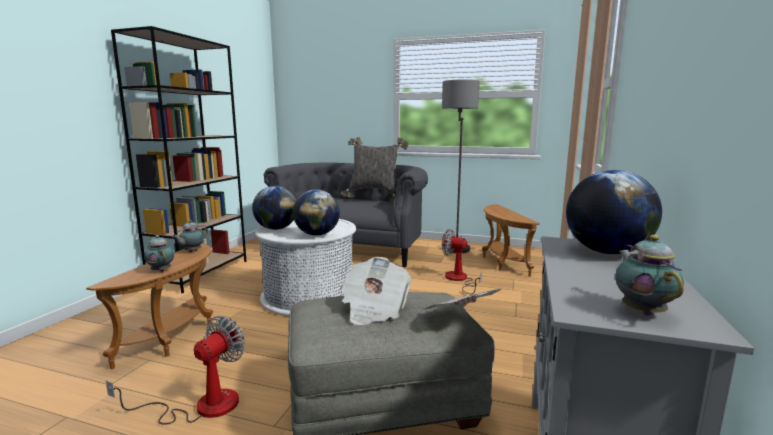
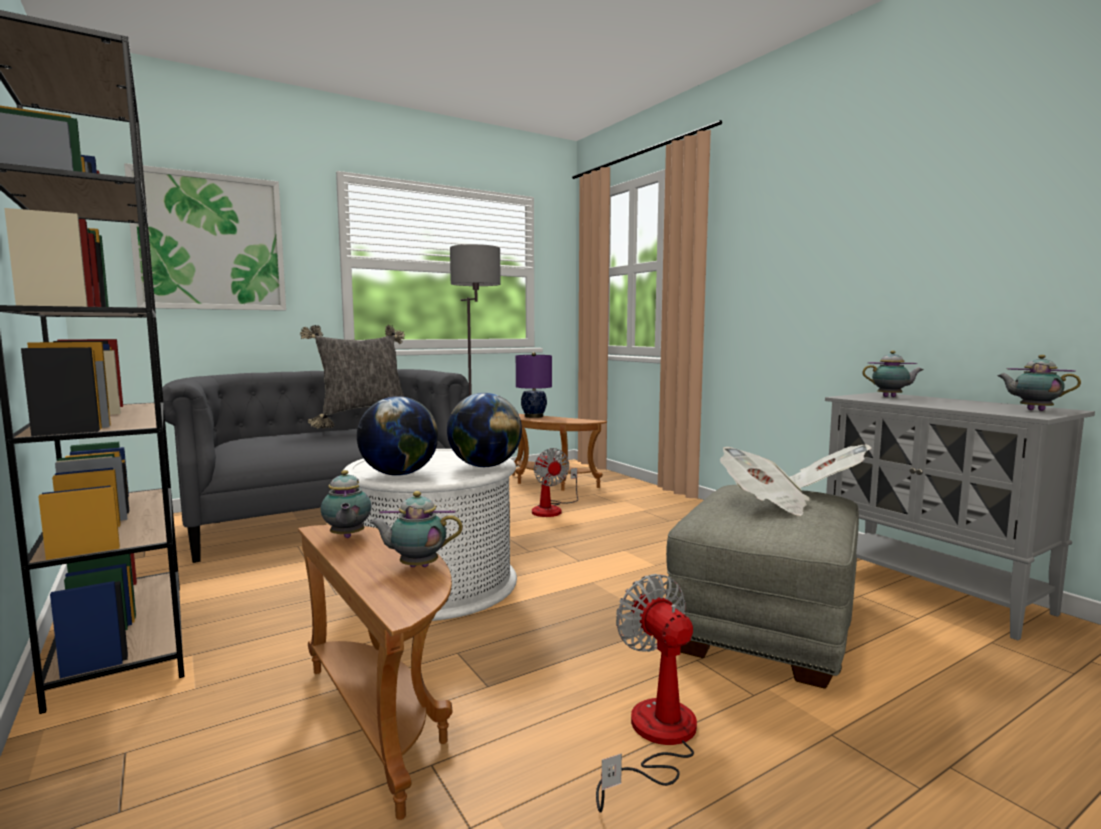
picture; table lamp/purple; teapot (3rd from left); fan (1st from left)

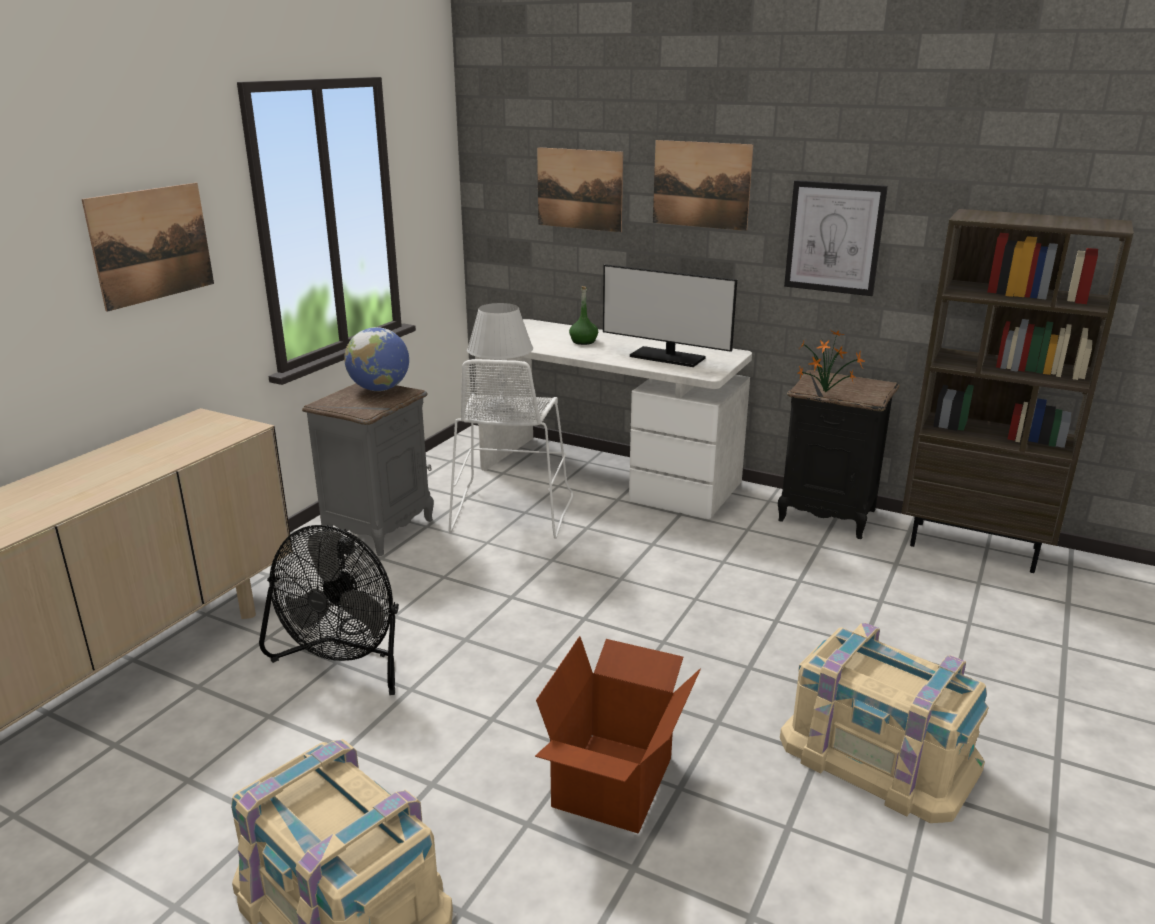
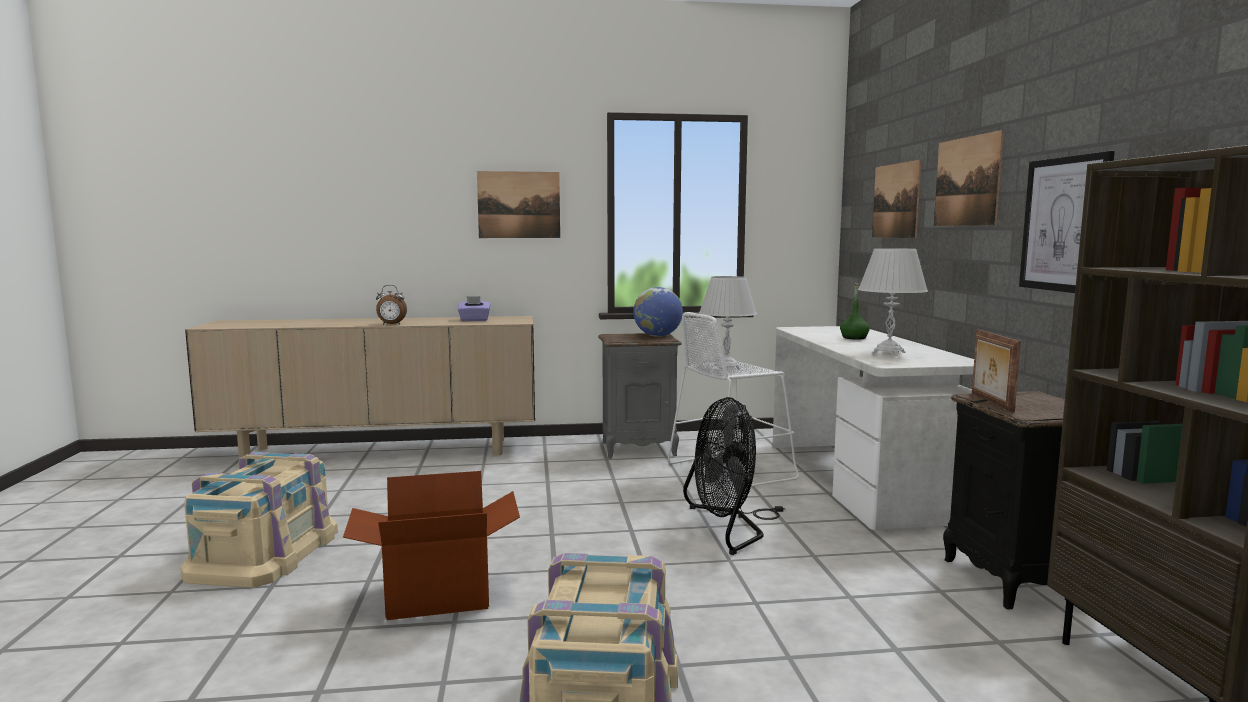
alarm clock; tissue box/purple; fan/black; table lamp/white (2nd from left); picture frame

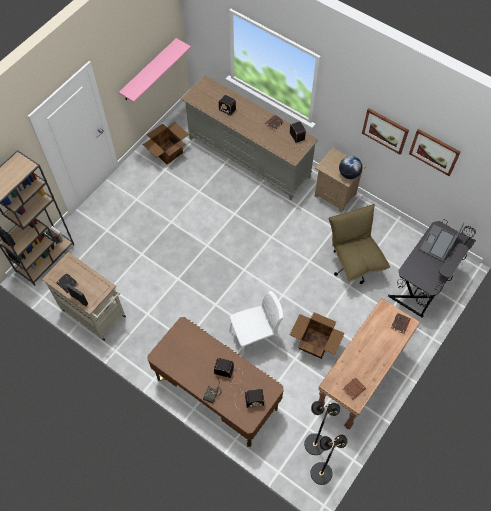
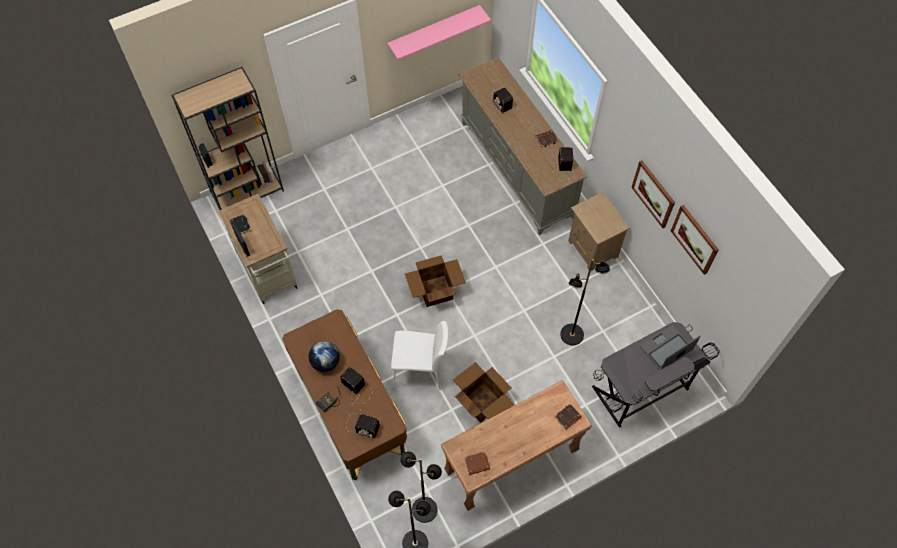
cardboard box (1st from left); globe; floor lamp/black (3rd from left)

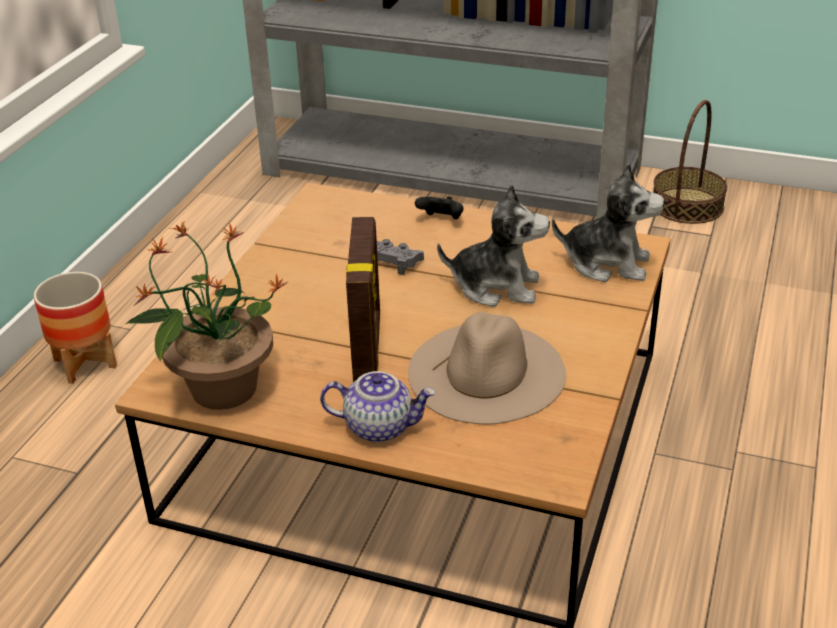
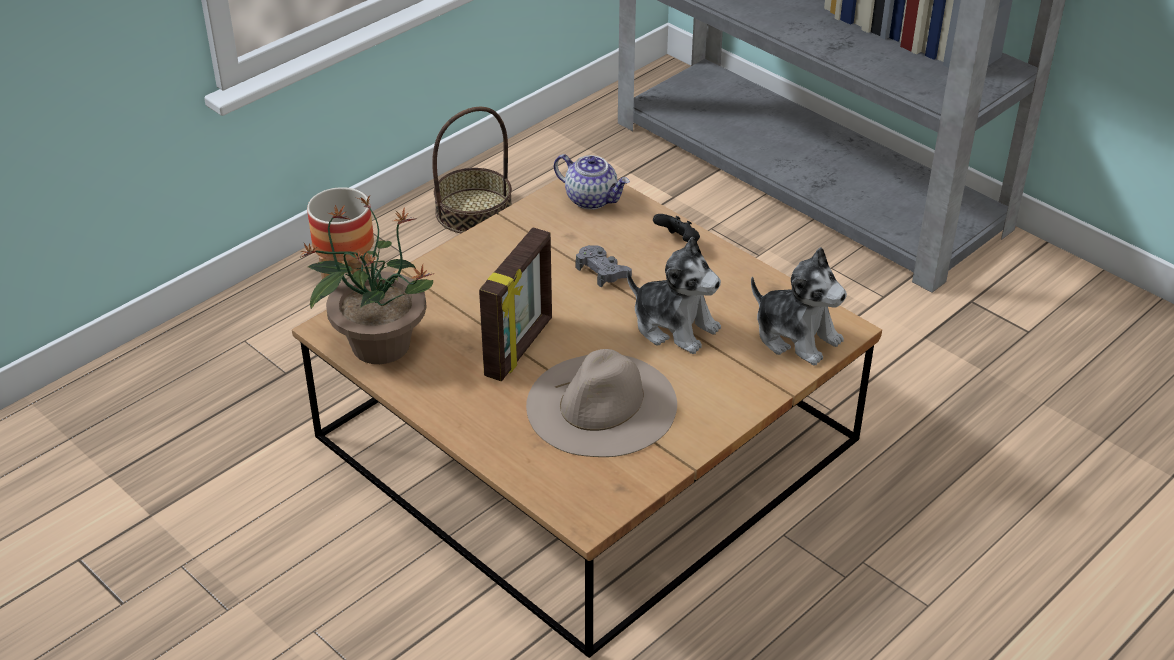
teapot; basket

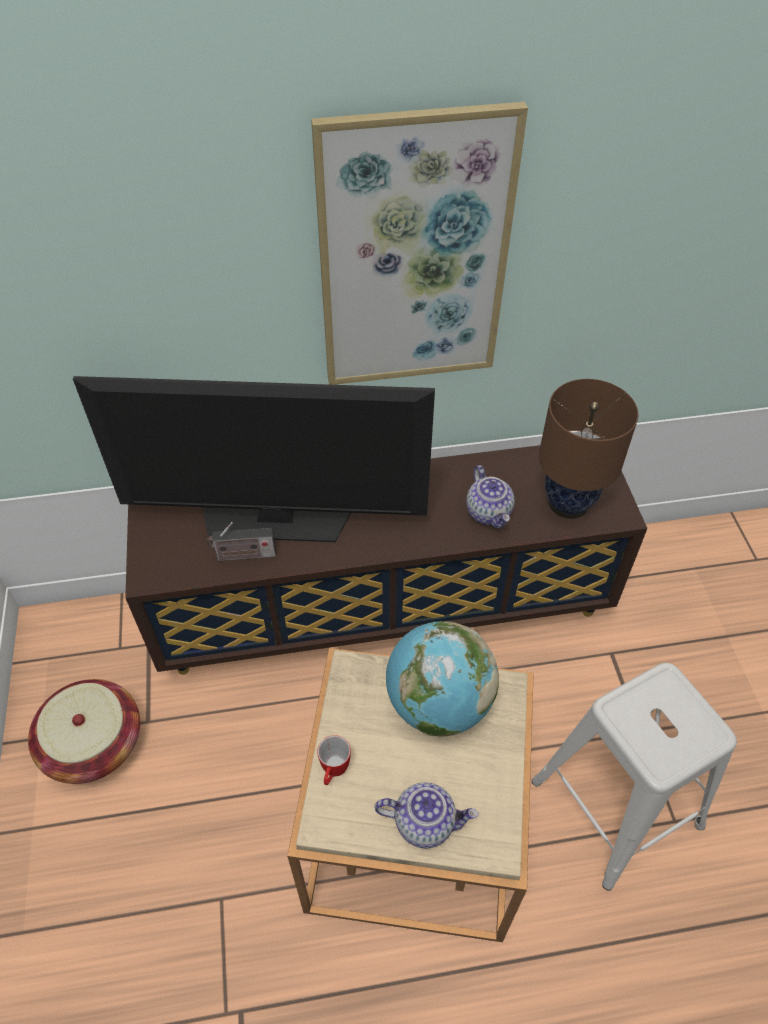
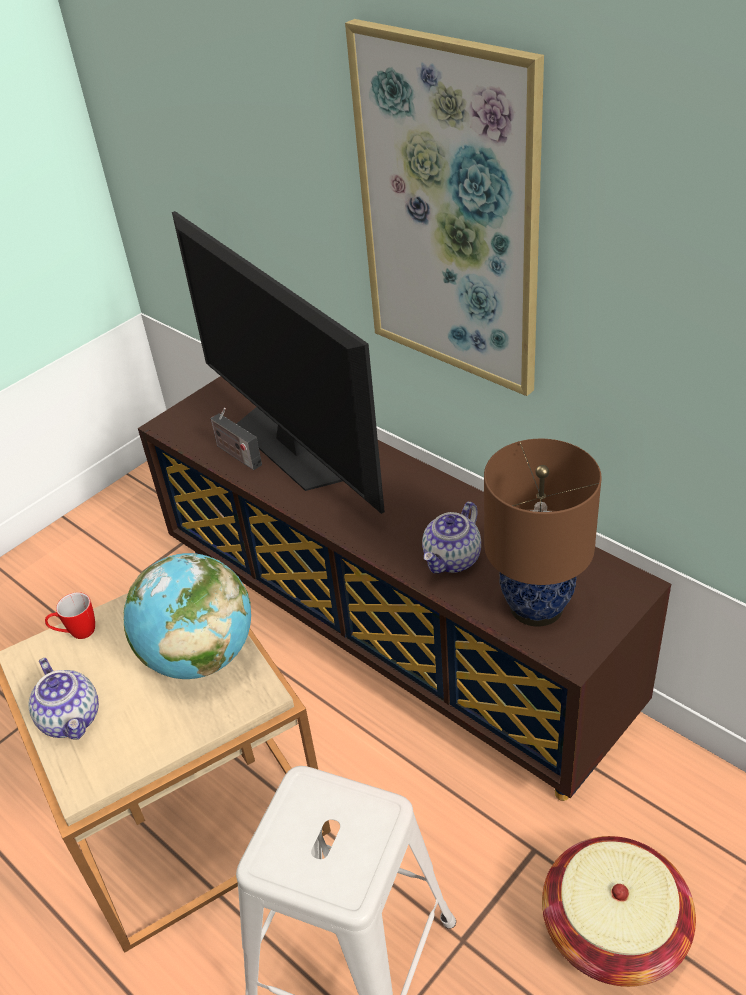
basket

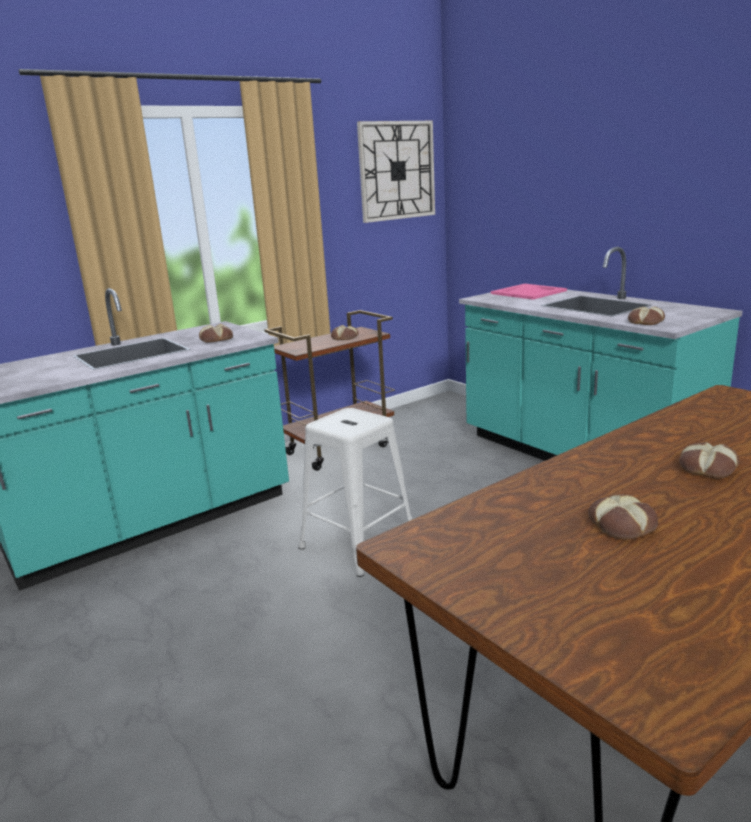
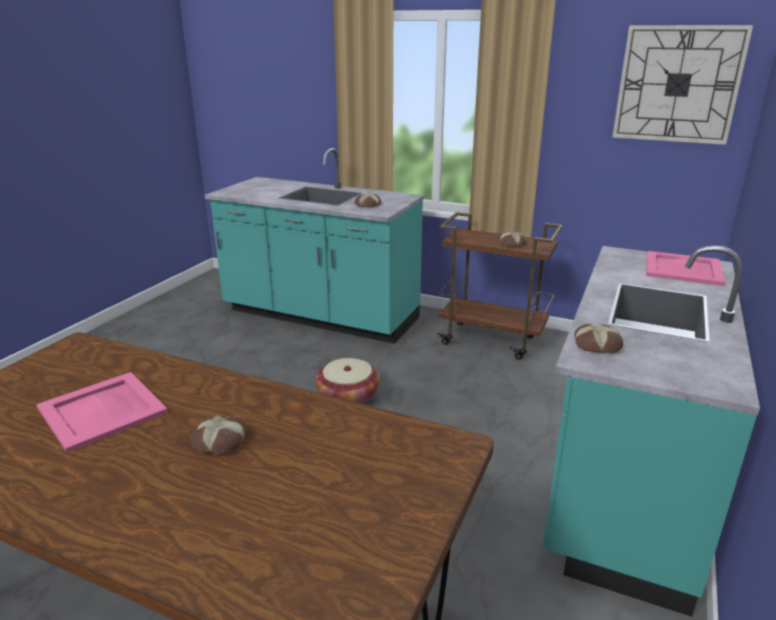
basket; tray/pink (1st from left)

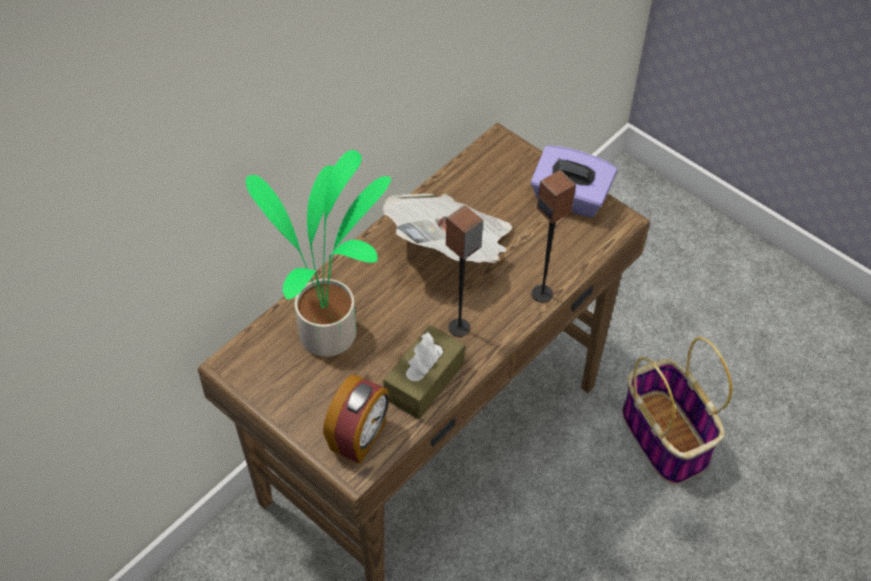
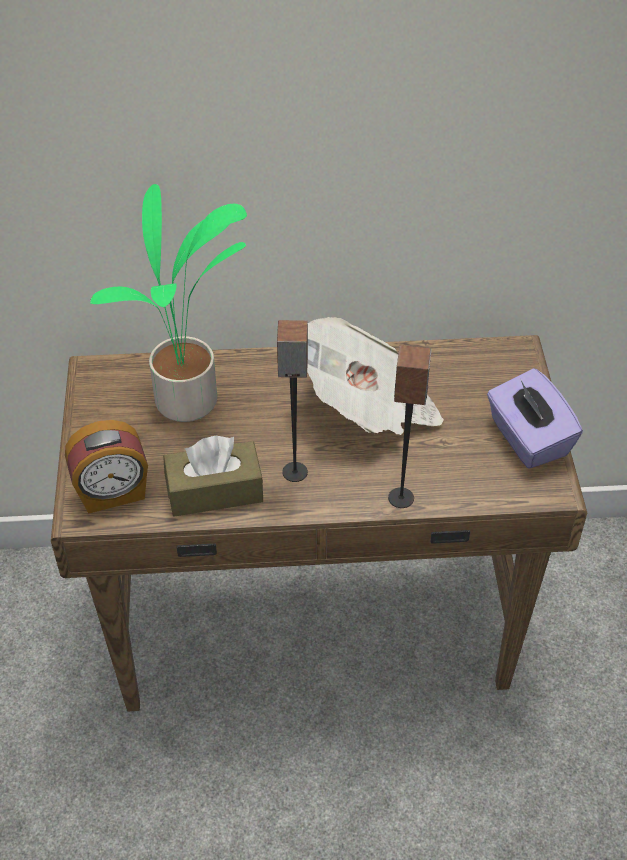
basket

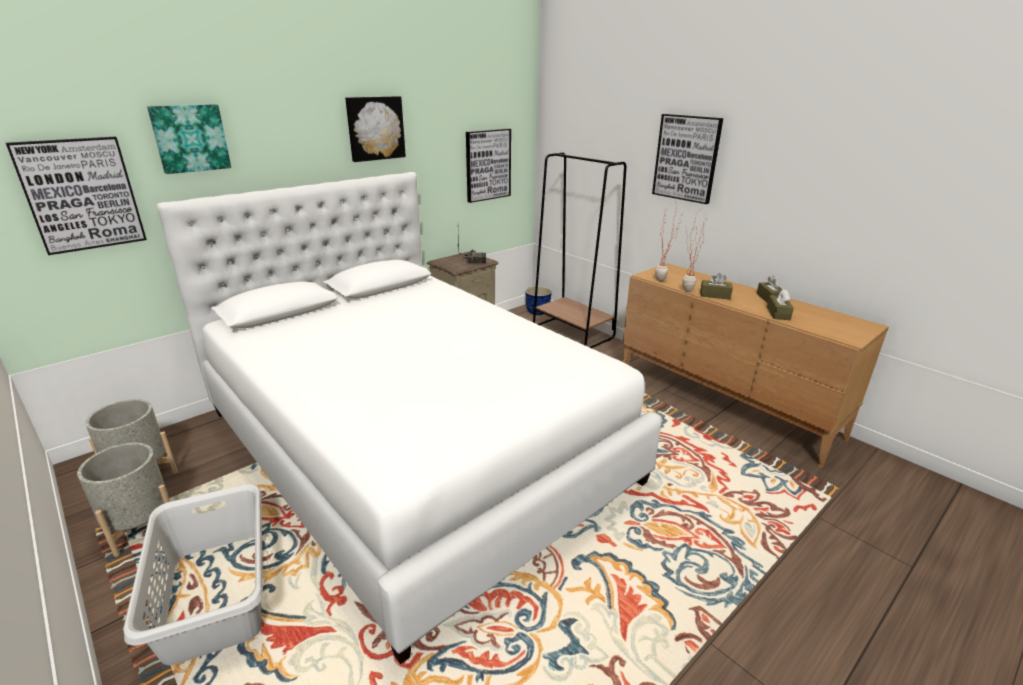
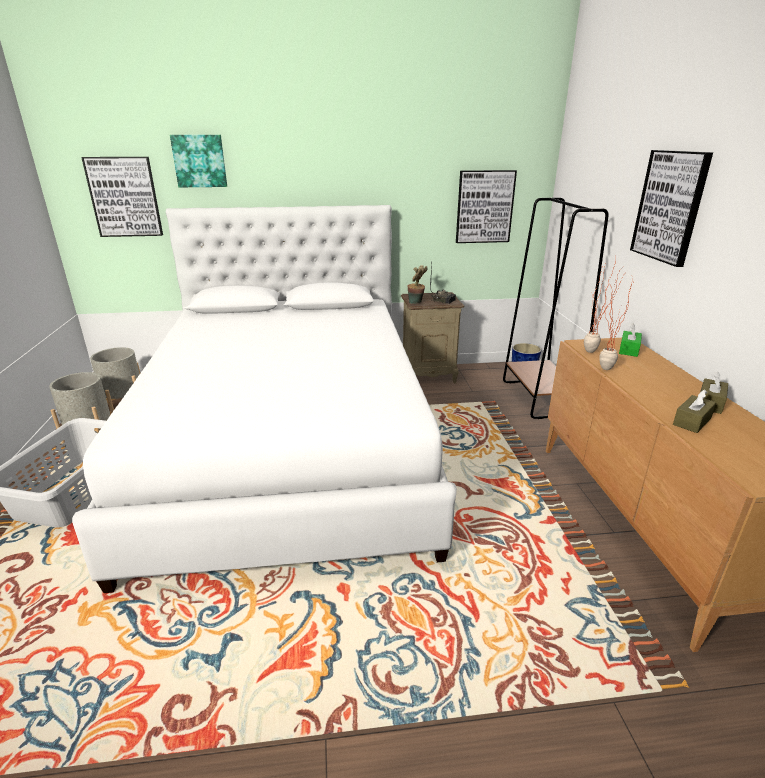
picture (3rd from left in the first image); tissue box/brown (1st from left in the first image); potted plant (1st from left); tissue box/green

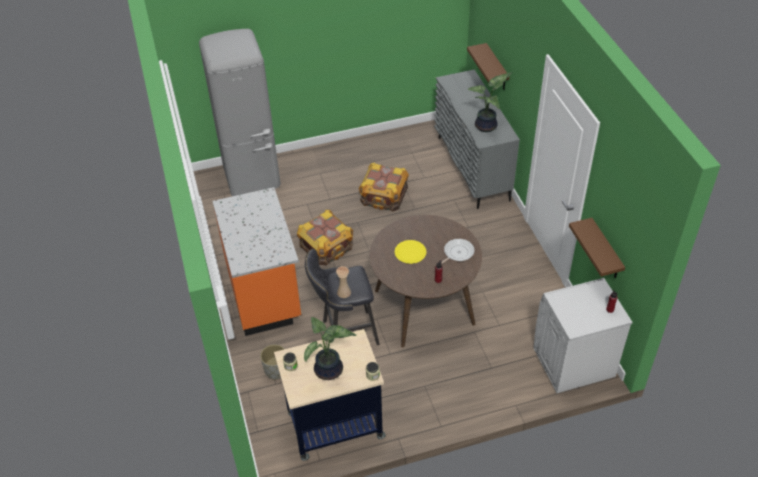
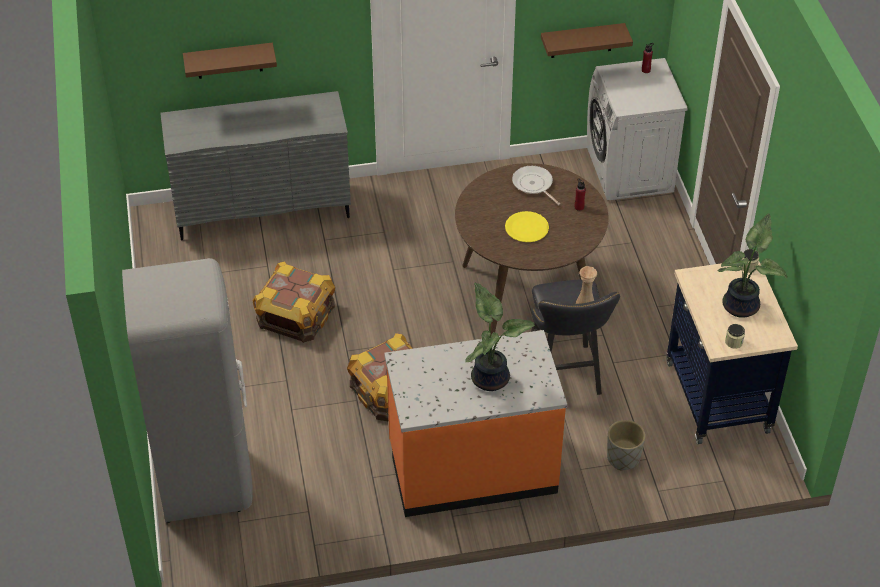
potted plant (1st from left)

